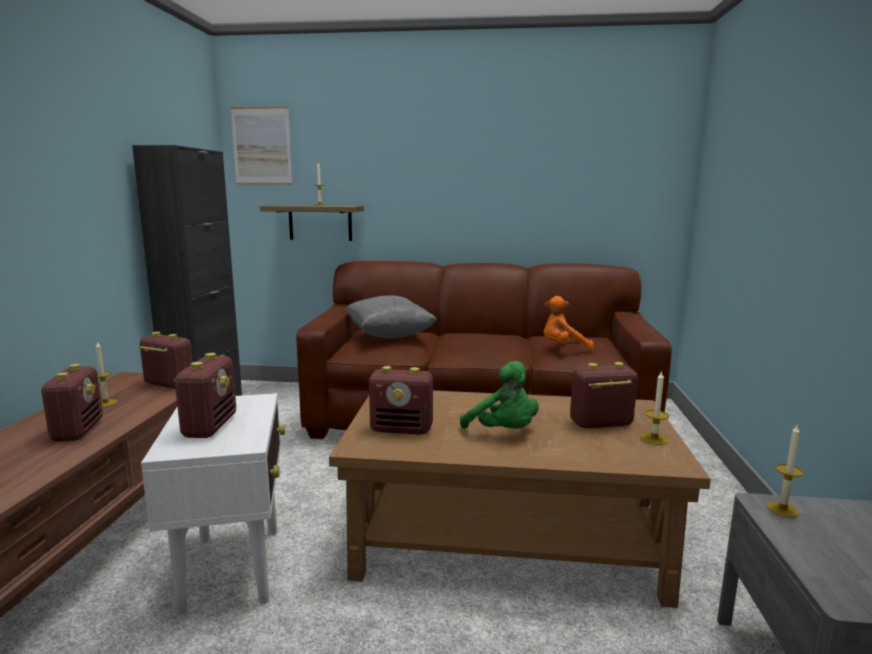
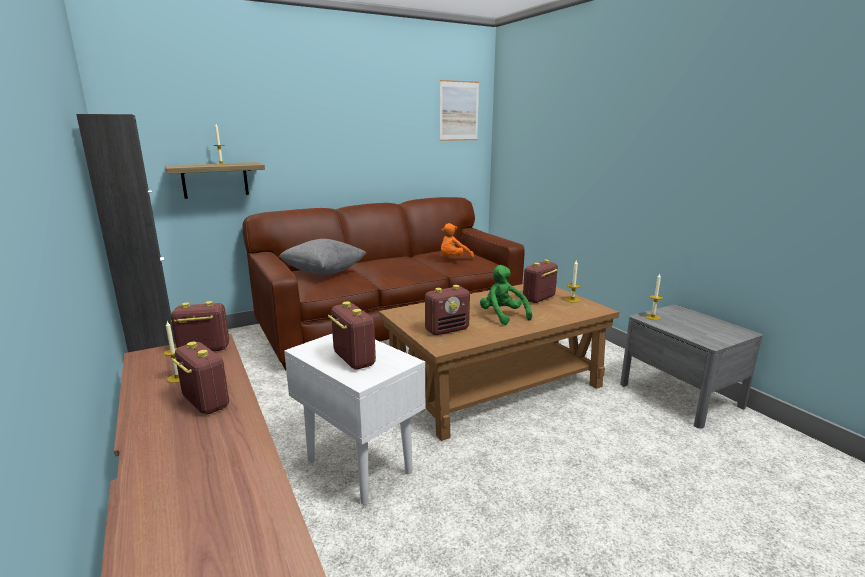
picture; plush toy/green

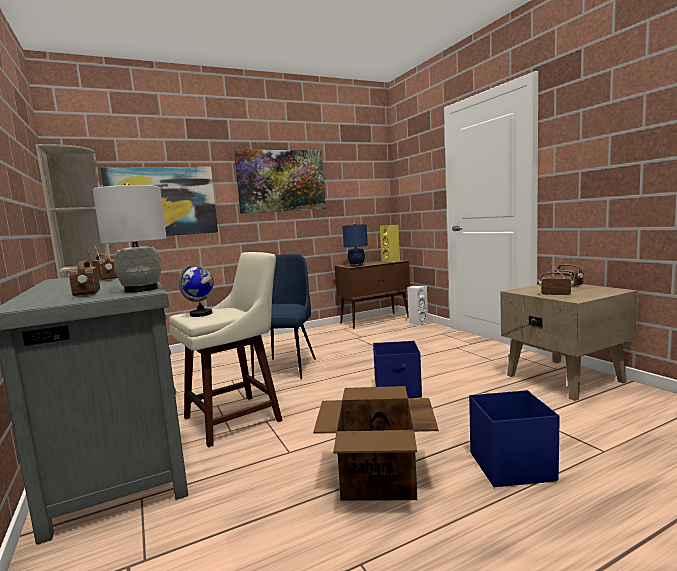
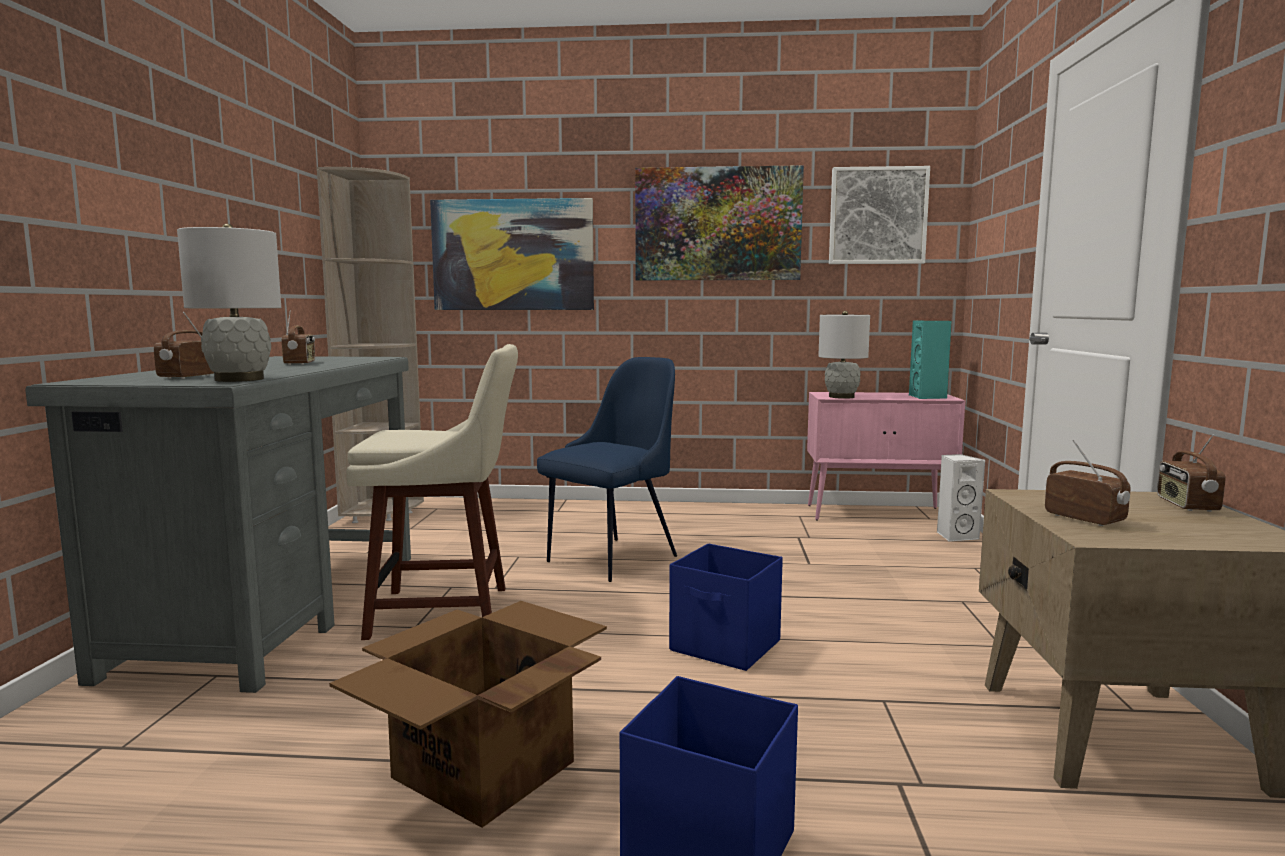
globe; picture (3rd from left); cabinet/pink; table lamp/white (2nd from left); speaker/turquoise

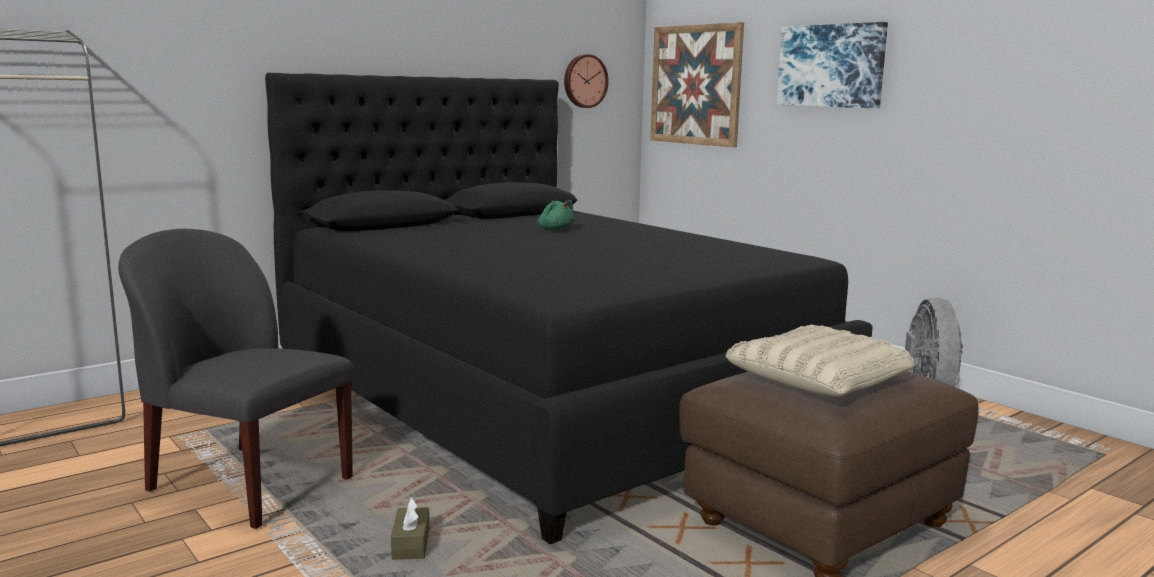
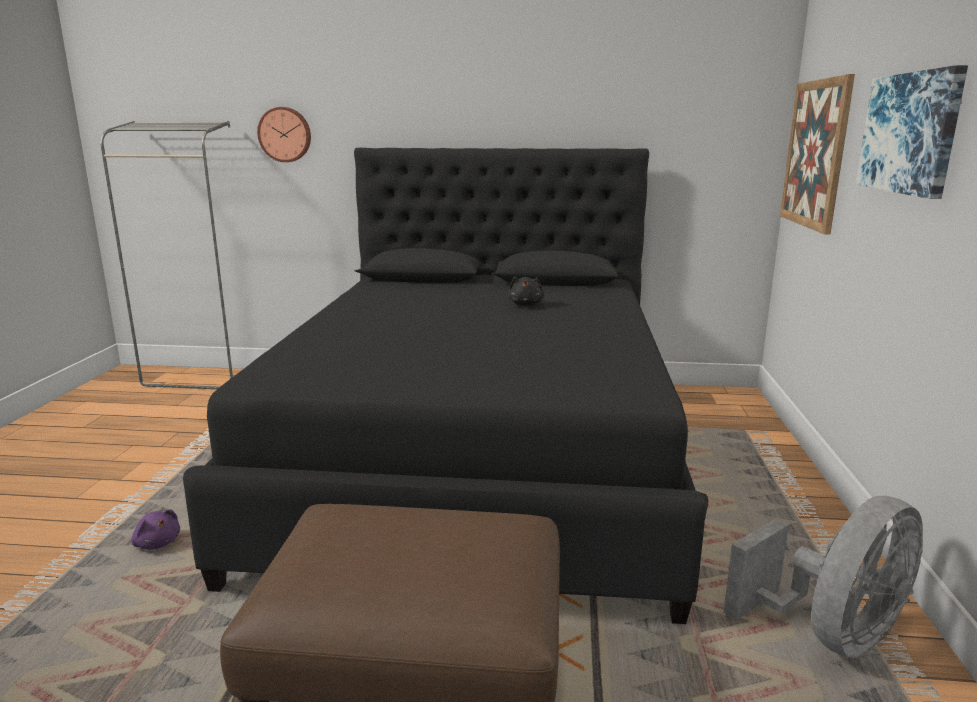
chair/grey; pillow/beige; wall clock; plush toy/purple; plush toy/black

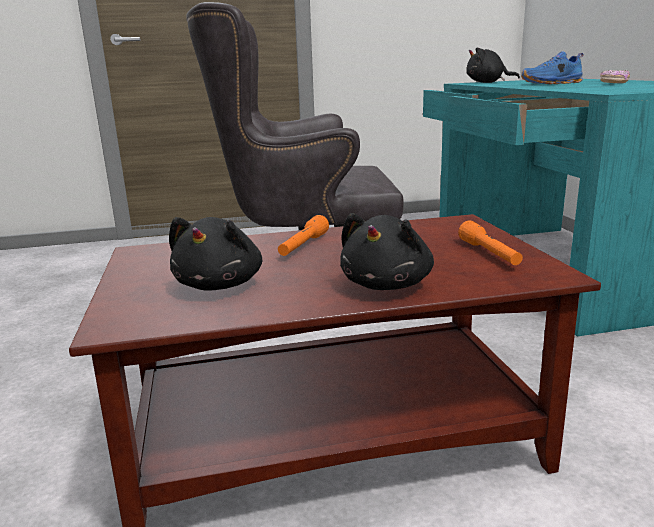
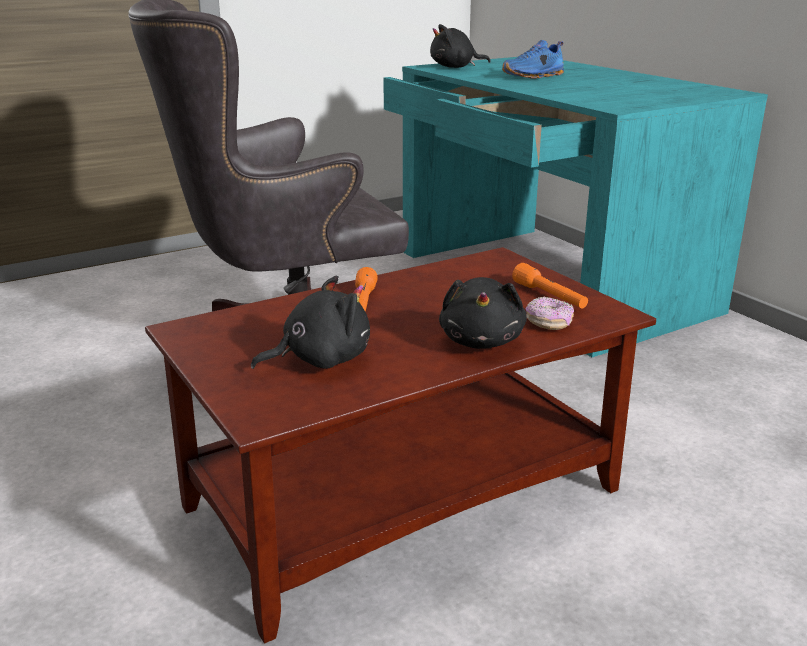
donut; plush toy/black (1st from left)

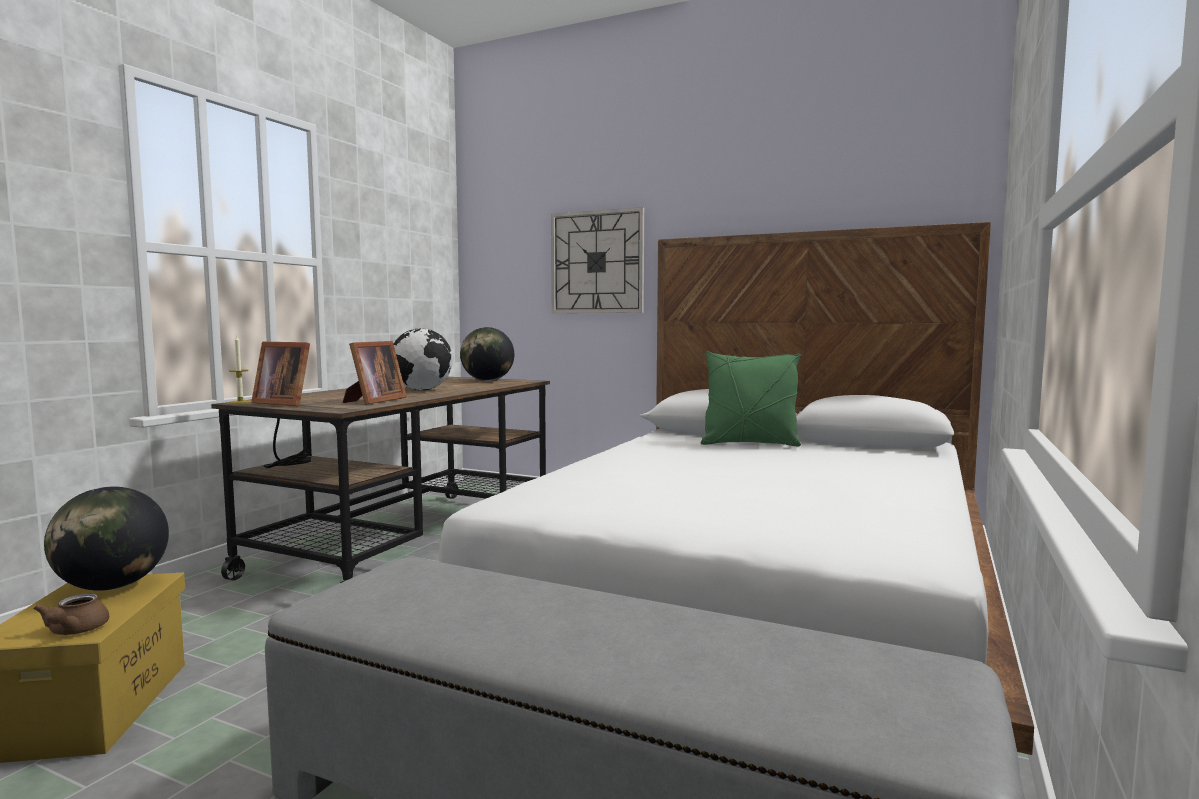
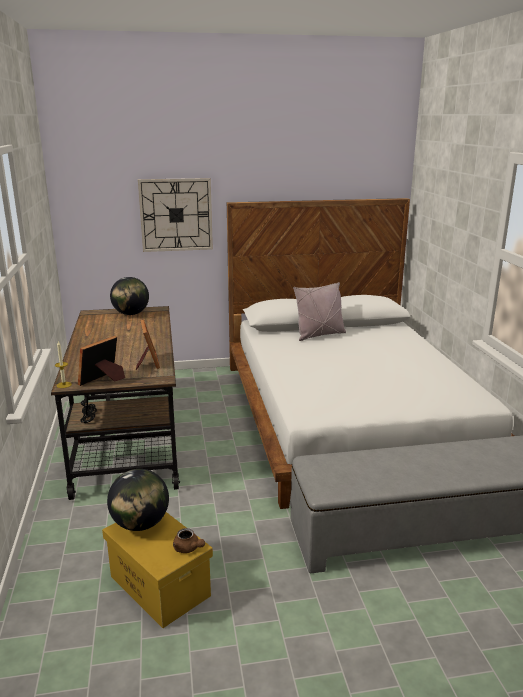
globe (2nd from left in the first image); pillow/purple; picture frame (1st from left)

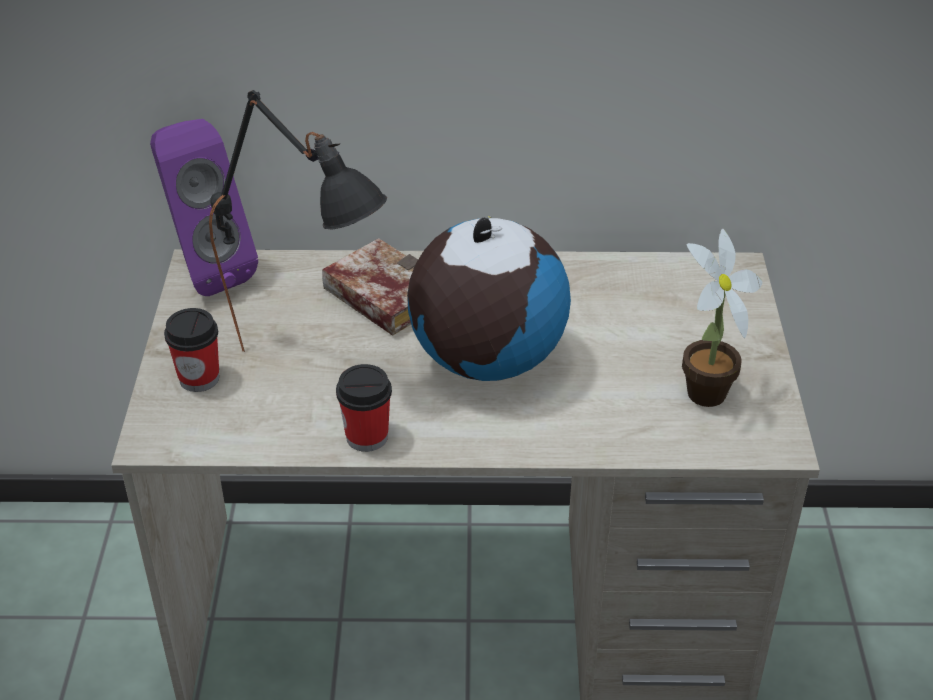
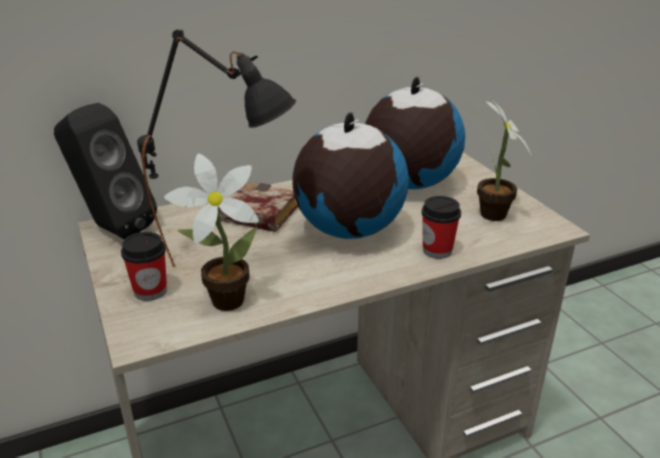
potted plant (1st from left); globe (2nd from left); cup (2nd from left); speaker/black

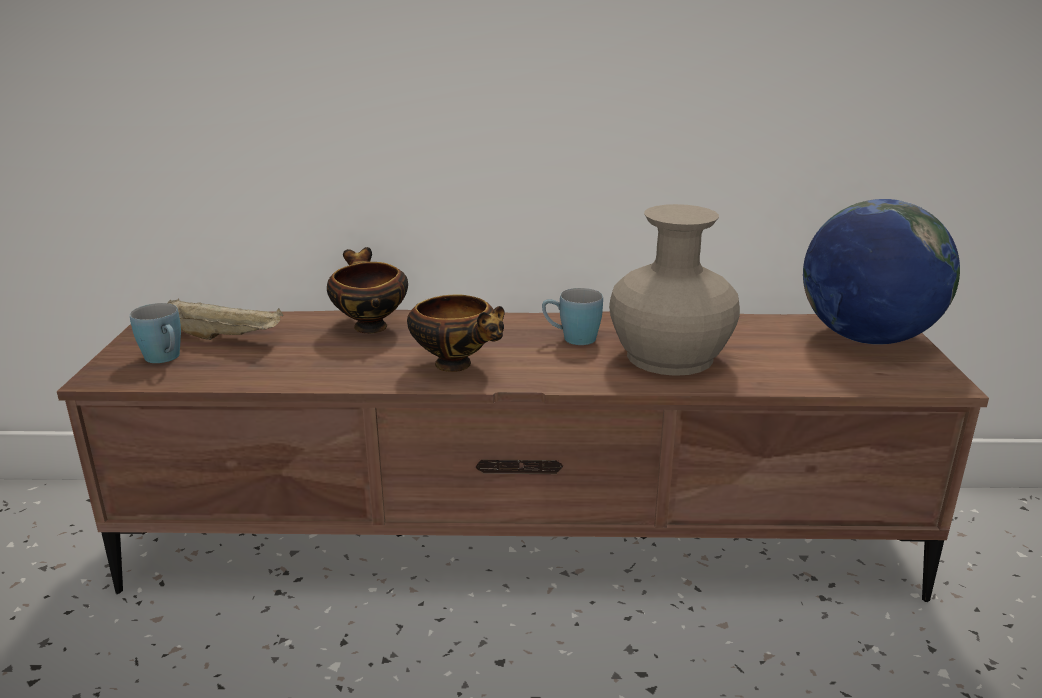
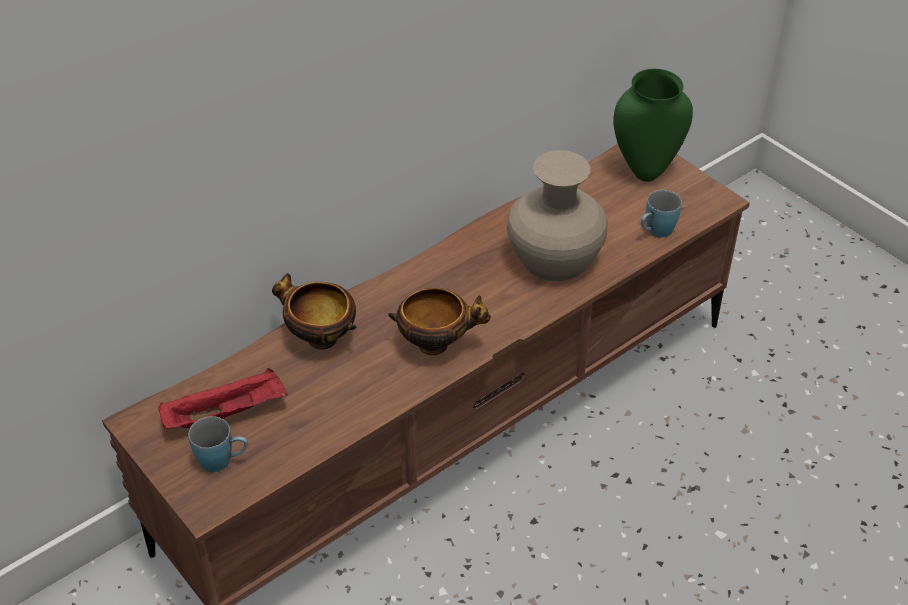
mug/blue (2nd from left); vase/green; tray/red

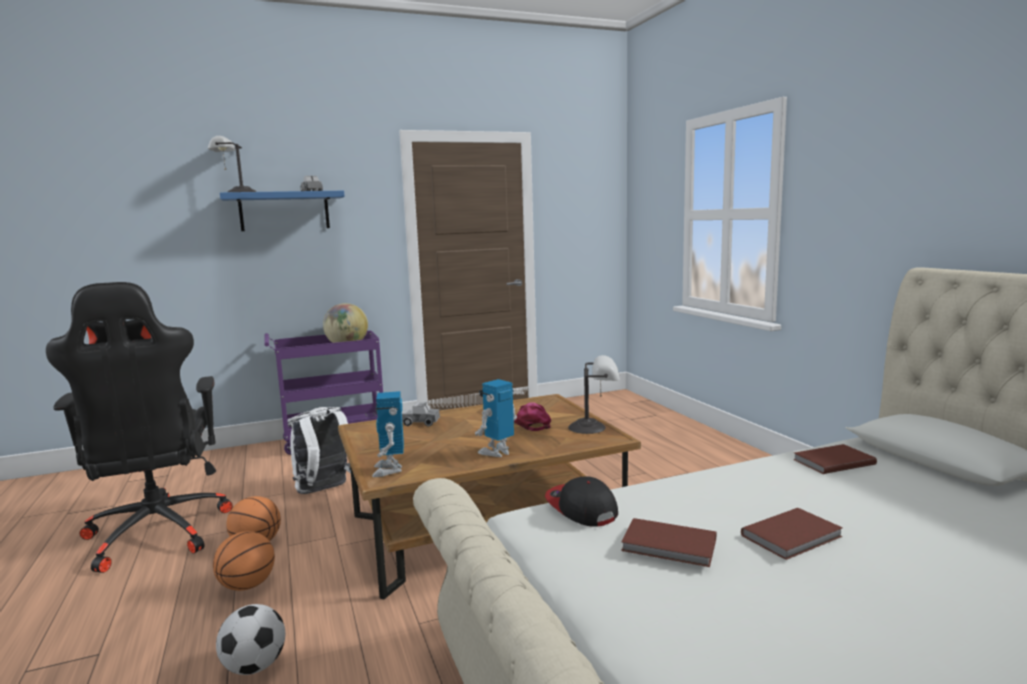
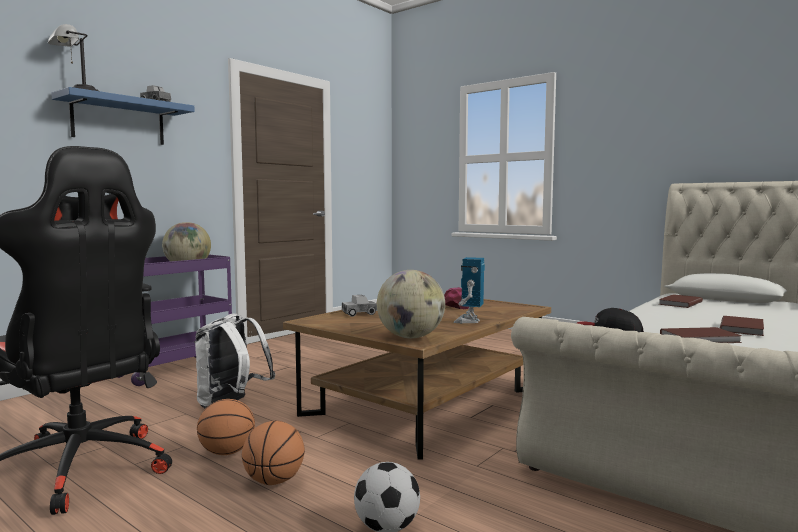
table lamp (2nd from left in the first image); globe (2nd from left)

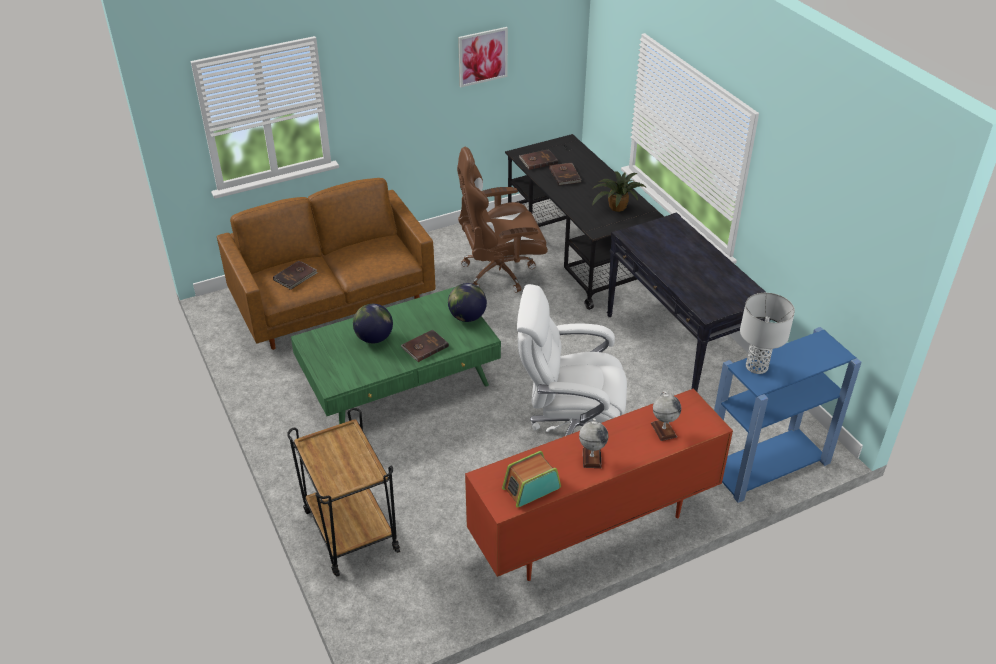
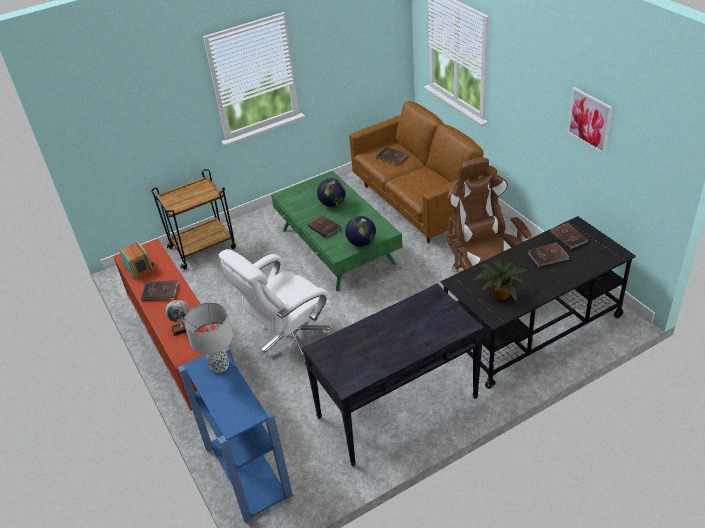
book/brown (1st from left); office chair/white

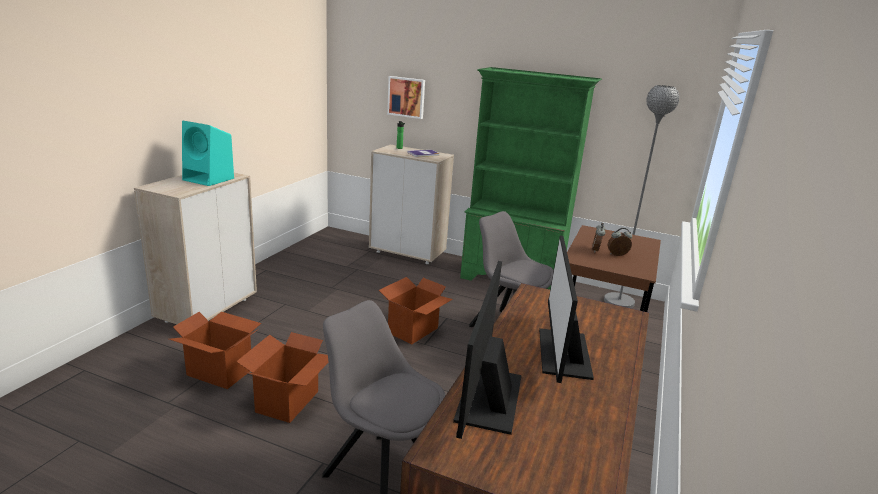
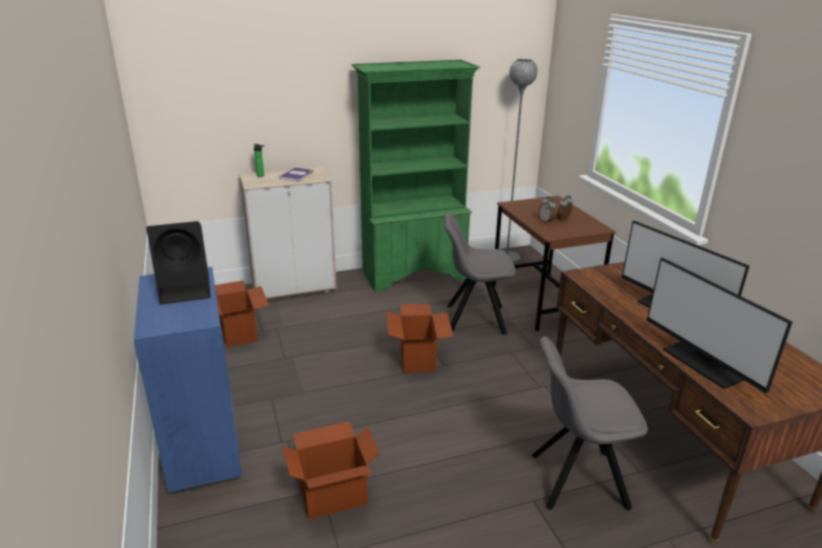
picture; cardboard box (1st from left); cabinet/blue; speaker/black

